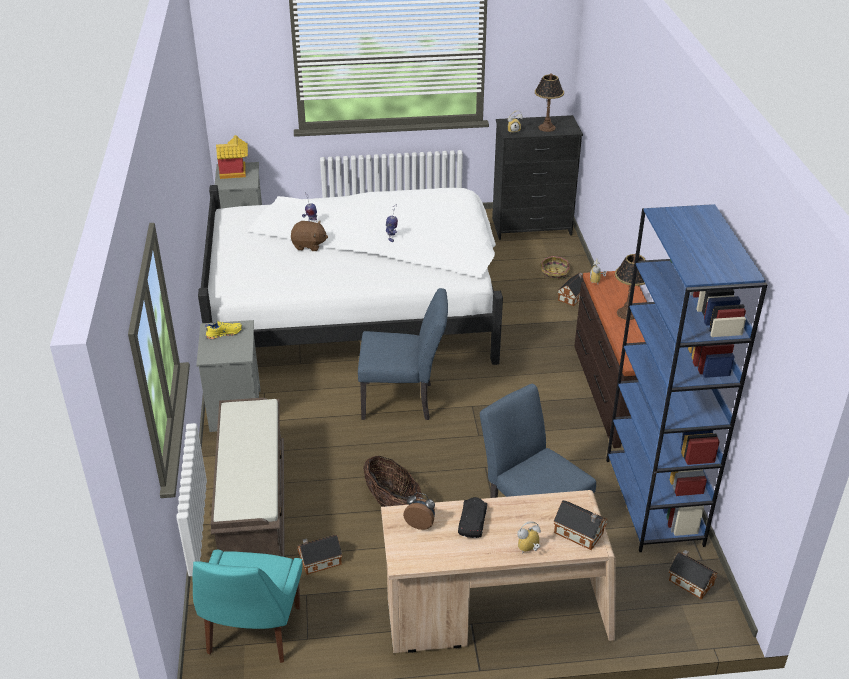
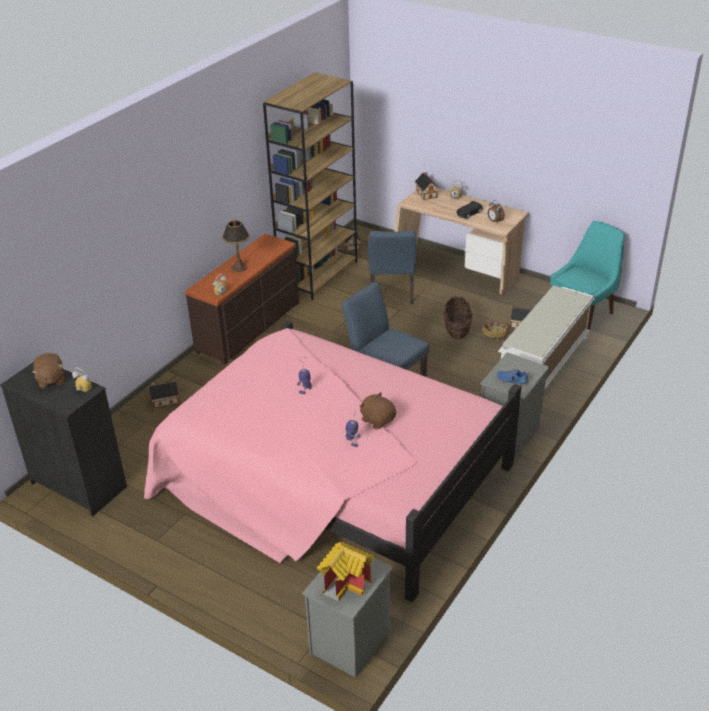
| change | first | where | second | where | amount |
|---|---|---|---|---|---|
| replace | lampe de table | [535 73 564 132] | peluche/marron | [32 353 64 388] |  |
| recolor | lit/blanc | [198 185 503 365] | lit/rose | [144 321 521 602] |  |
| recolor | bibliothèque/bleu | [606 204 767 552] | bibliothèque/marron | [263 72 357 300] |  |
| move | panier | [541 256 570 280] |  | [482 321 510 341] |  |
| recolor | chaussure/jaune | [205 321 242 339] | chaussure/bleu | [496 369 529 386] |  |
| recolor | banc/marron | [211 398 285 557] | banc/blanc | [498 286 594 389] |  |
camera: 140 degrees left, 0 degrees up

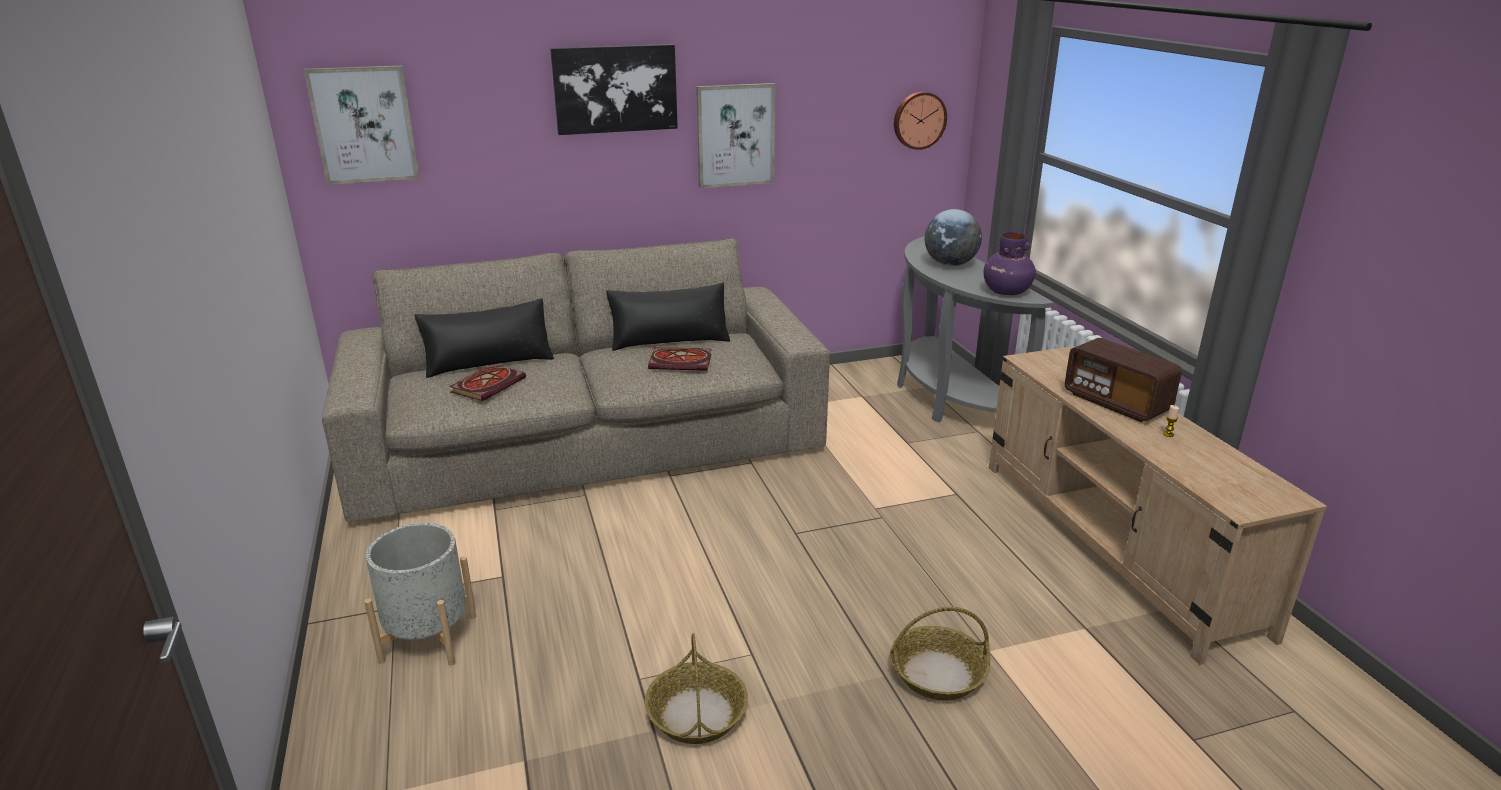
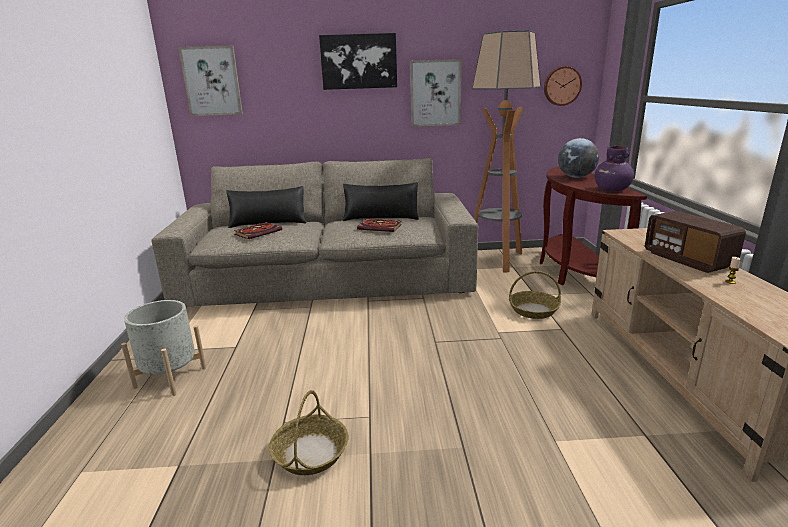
| change | first | where | second | where | amount |
|---|---|---|---|---|---|
| insert |  |  | lampadaire | [472 30 541 273] |  |
| move | panier | [890 607 990 700] |  | [509 271 561 319] |  |
| recolor | table console/gris | [897 236 1054 422] | table console/marron | [540 167 647 285] |  |
camera: 15 degrees right, 5 degrees down

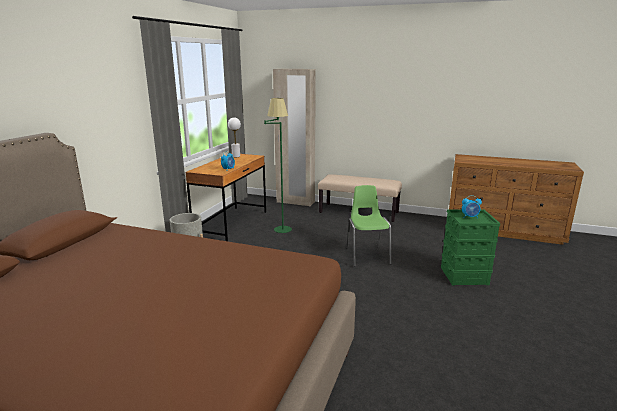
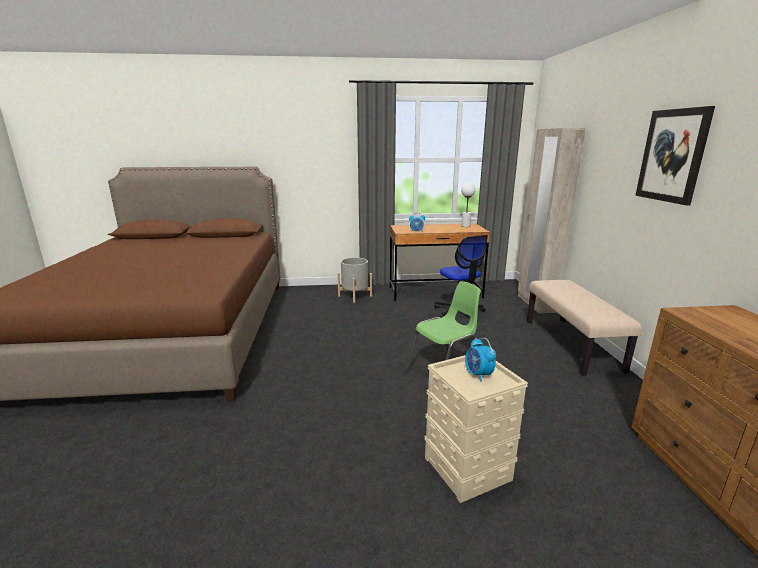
| change | first | where | second | where | amount |
|---|---|---|---|---|---|
| recolor | boîte de rangement/vert | [441 209 501 285] | boîte de rangement/beige | [424 355 528 503] |  |
| replace | lampadaire/vert | [264 98 292 233] | chaise de bureau | [434 235 488 318] |  |
| insert |  |  | tableau | [635 106 715 205] |  |
camera: 65 degrees right, 0 degrees up

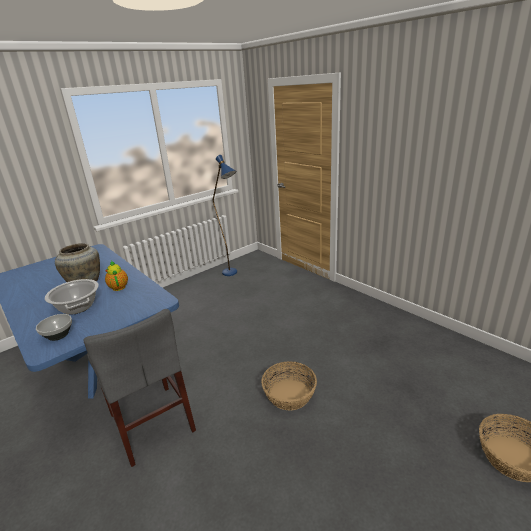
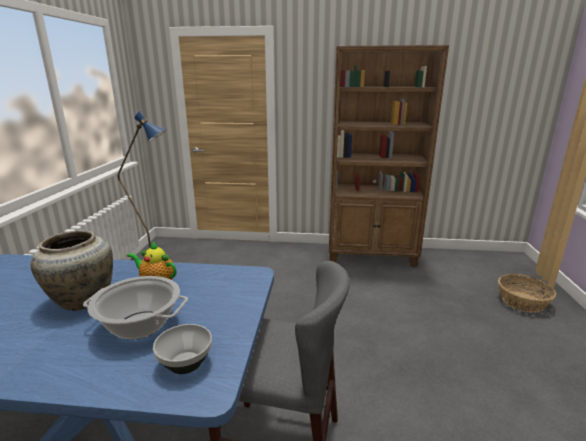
| change | first | where | second | where | amount |
|---|---|---|---|---|---|
| insert |  |  | bibliothèque/marron | [329 45 449 267] |  |
| delete | panier | [261 361 317 411] |  |  |  |
camera: 45 degrees left, 5 degrees down

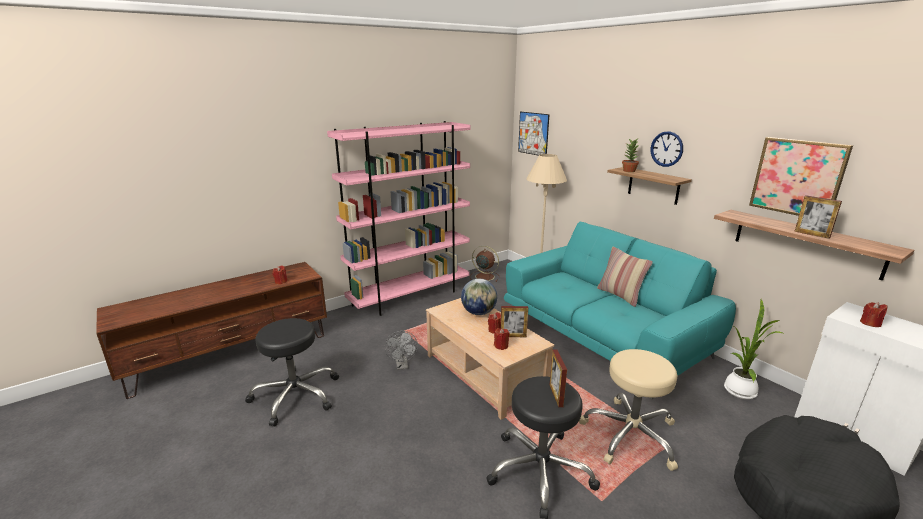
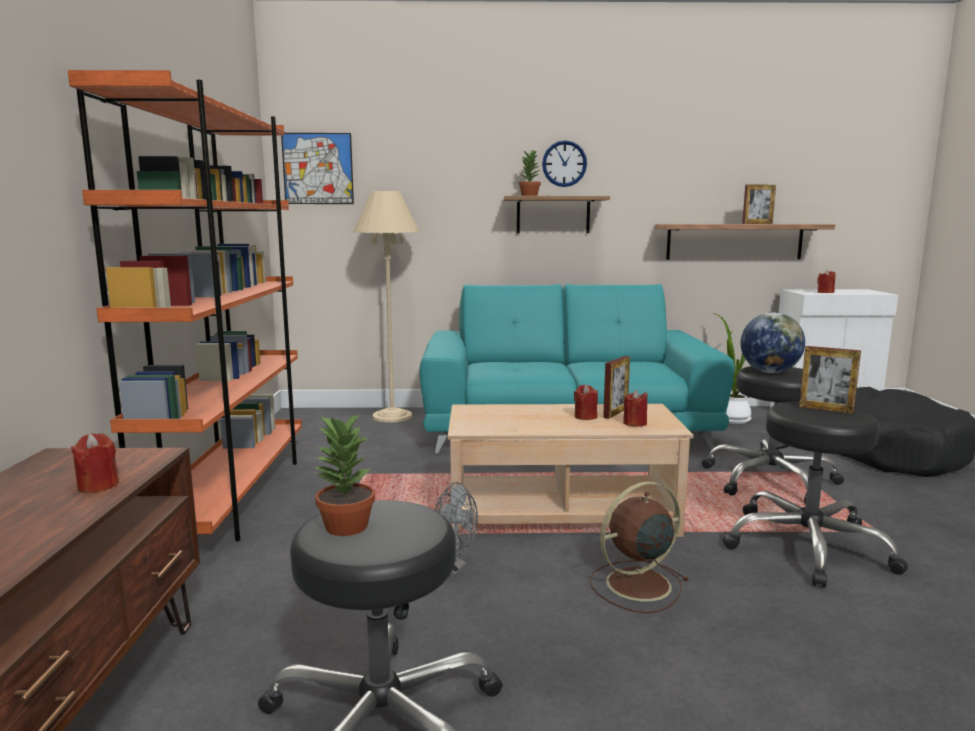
| change | first | where | second | where | amount |
|---|---|---|---|---|---|
| recolor | bibliothèque/rose | [327 121 471 316] | bibliothèque/orange | [68 70 302 541] |  |
| insert |  |  | plante en pot | [314 413 375 536] |  |
| move | ventilateur/marron | [470 246 499 282] |  | [589 481 689 613] |  |
| recolor | tabouret/beige | [579 349 678 471] | tabouret/noir | [702 366 844 504] |  |
| move | globe | [461 279 497 315] |  | [741 312 805 373] |  |
| delete | coussin | [597 246 653 307] |  |  |  |
| delete | tableau | [749 137 853 216] |  |  |  |
camera: 55 degrees left, 10 degrees down

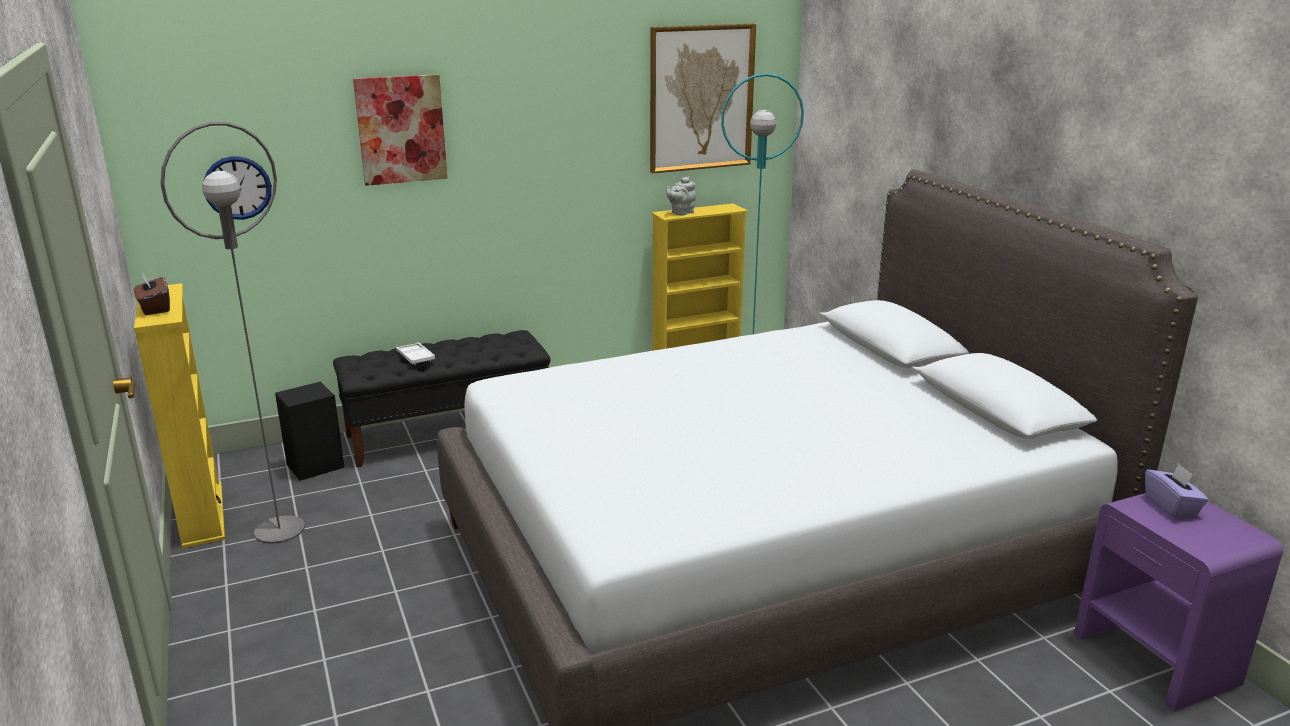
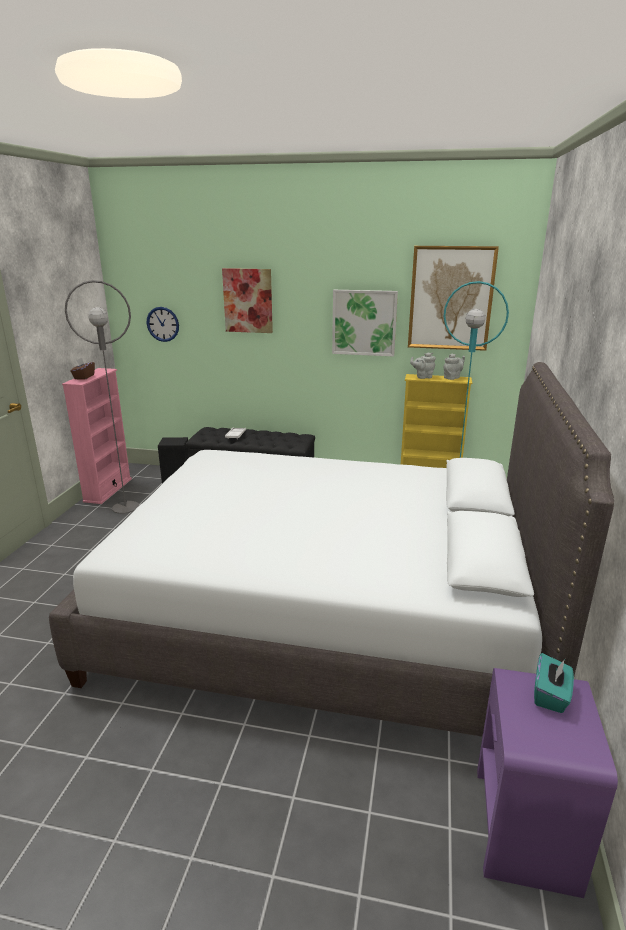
| change | first | where | second | where | amount |
|---|---|---|---|---|---|
| recolor | bibliothèque/jaune | [134 284 225 548] | bibliothèque/rose | [62 368 132 504] |  |
| insert |  |  | tableau | [332 290 398 357] |  |
| insert |  |  | théière/gris | [444 353 465 380] |  |
| recolor | boîte à mouchoirs/violet | [1145 464 1208 518] | boîte à mouchoirs/turquoise | [534 653 574 713] |  |
camera: 35 degrees right, 0 degrees up

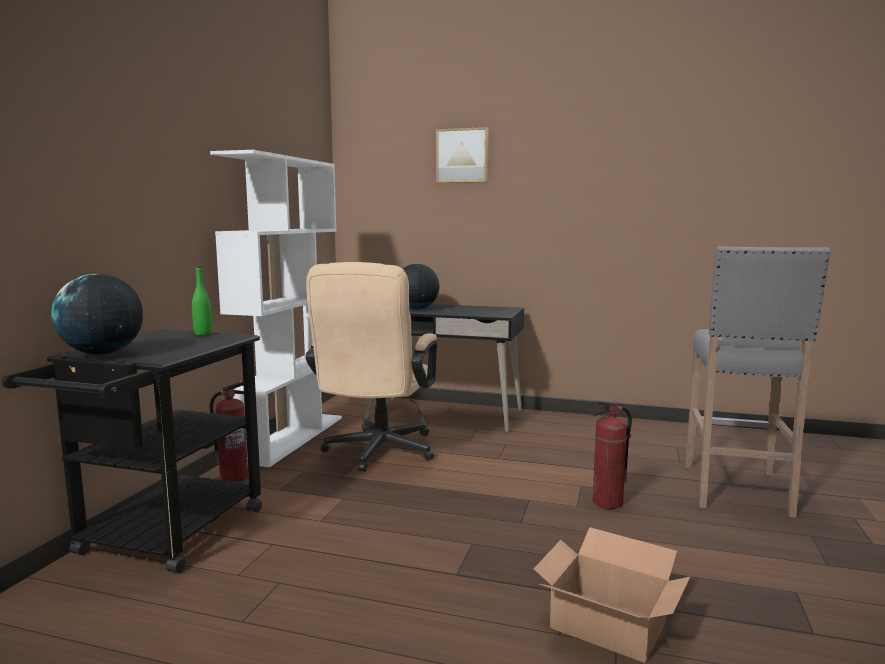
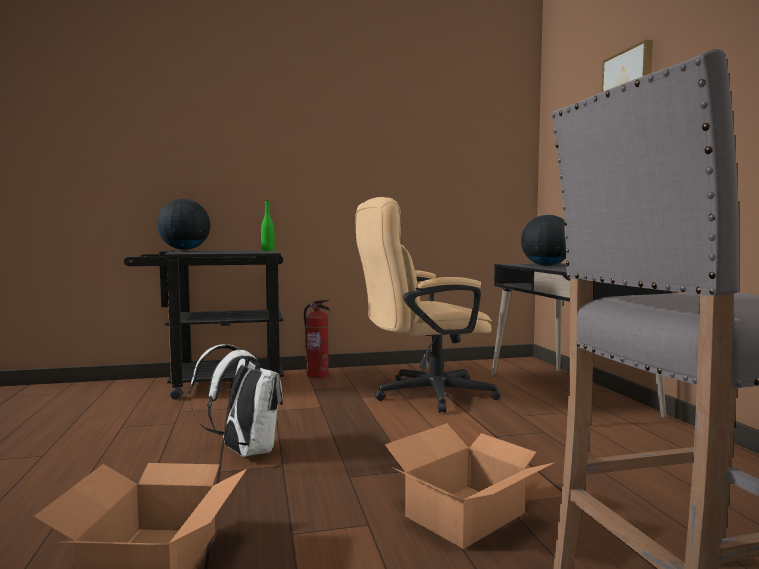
| change | first | where | second | where | amount |
|---|---|---|---|---|---|
| insert |  |  | sac à dos/blanc | [189 344 283 457] |  |
| replace | extincteur | [593 401 632 509] | carton | [385 423 555 549] |  |
| delete | bibliothèque/blanc | [210 150 342 467] |  |  |  |
camera: 60 degrees right, 5 degrees down

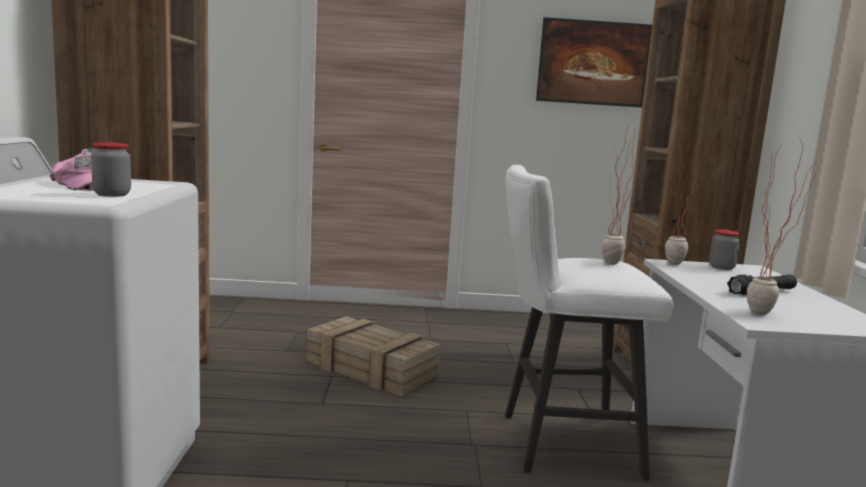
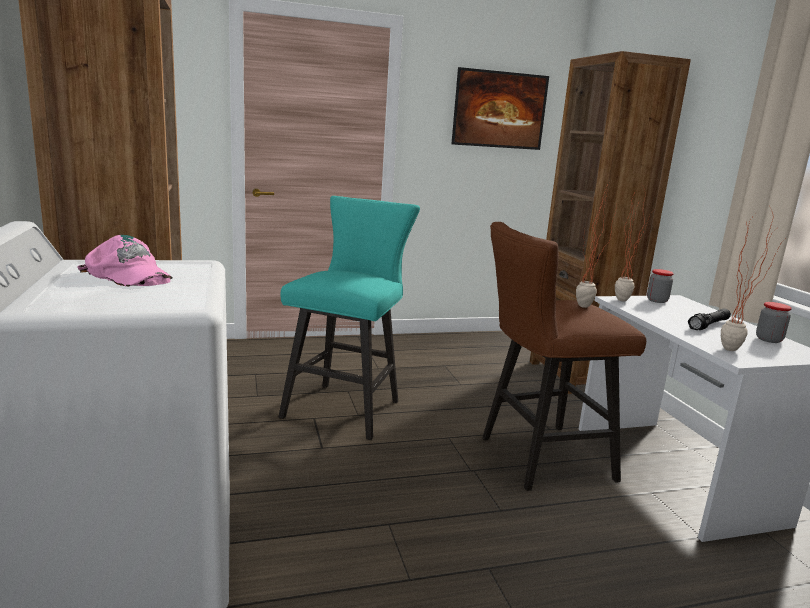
| change | first | where | second | where | amount |
|---|---|---|---|---|---|
| replace | caisse | [306 317 440 396] | tabouret/turquoise | [278 196 420 440] |  |
| recolor | tabouret/blanc | [505 165 674 480] | tabouret/marron | [482 222 646 491] |  |
| move | bocal | [91 142 131 197] |  | [756 302 792 343] |  |
camera: 15 degrees left, 5 degrees up

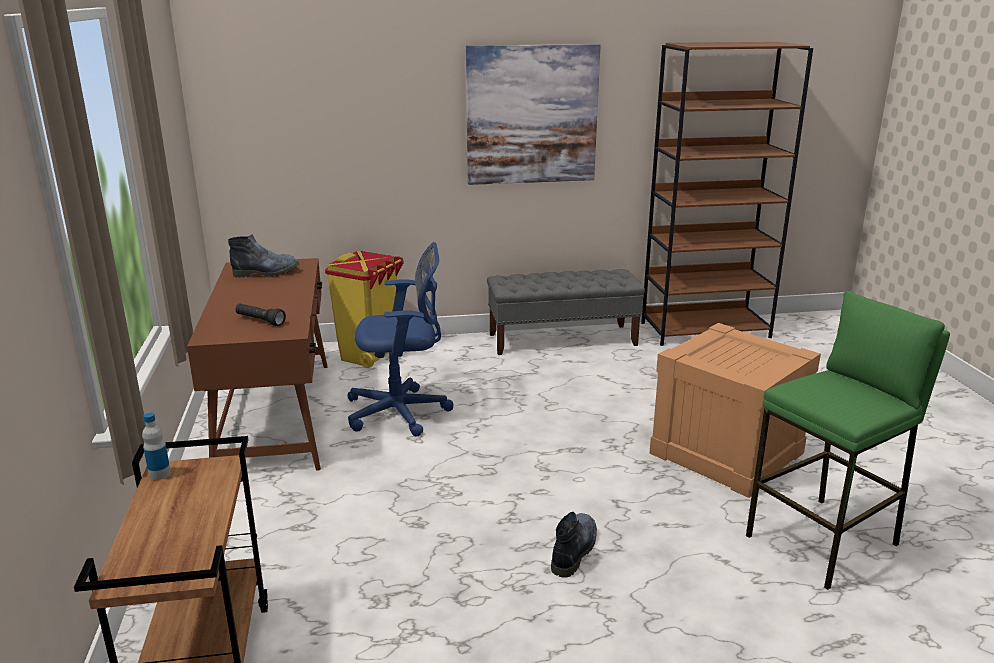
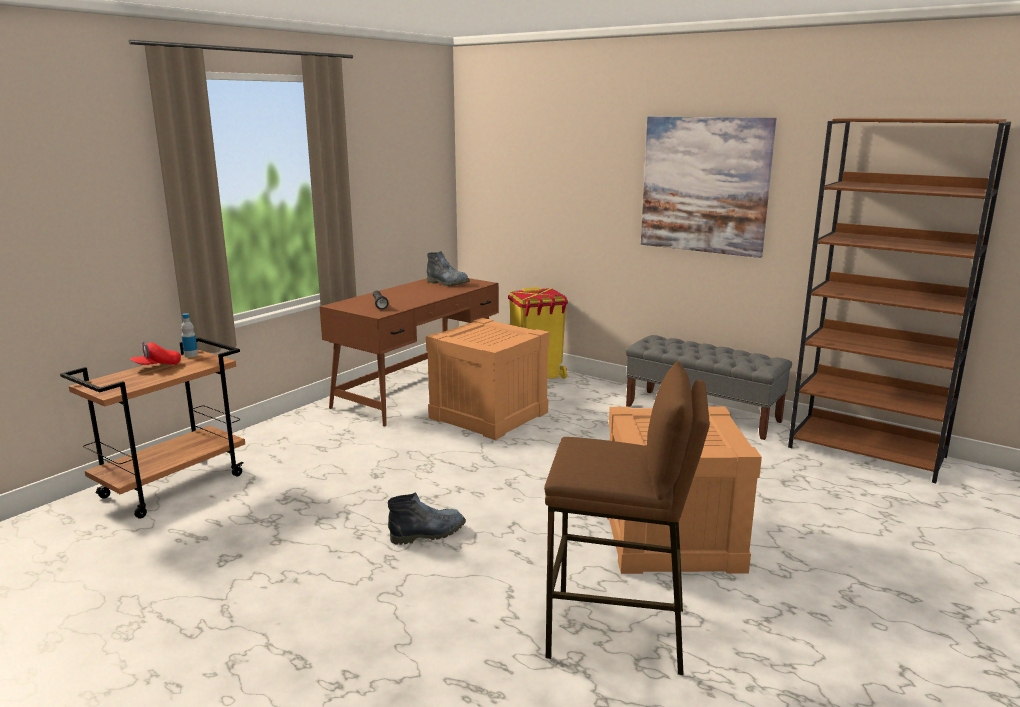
| change | first | where | second | where | amount |
|---|---|---|---|---|---|
| insert |  |  | casquette/rouge | [130 341 181 365] |  |
| replace | chaise de bureau/bleu | [348 242 454 436] | caisse | [426 318 549 440] |  |
| recolor | tabouret/vert | [746 291 950 590] | tabouret/marron | [544 361 710 675] |  |
camera: 45 degrees right, 5 degrees down

